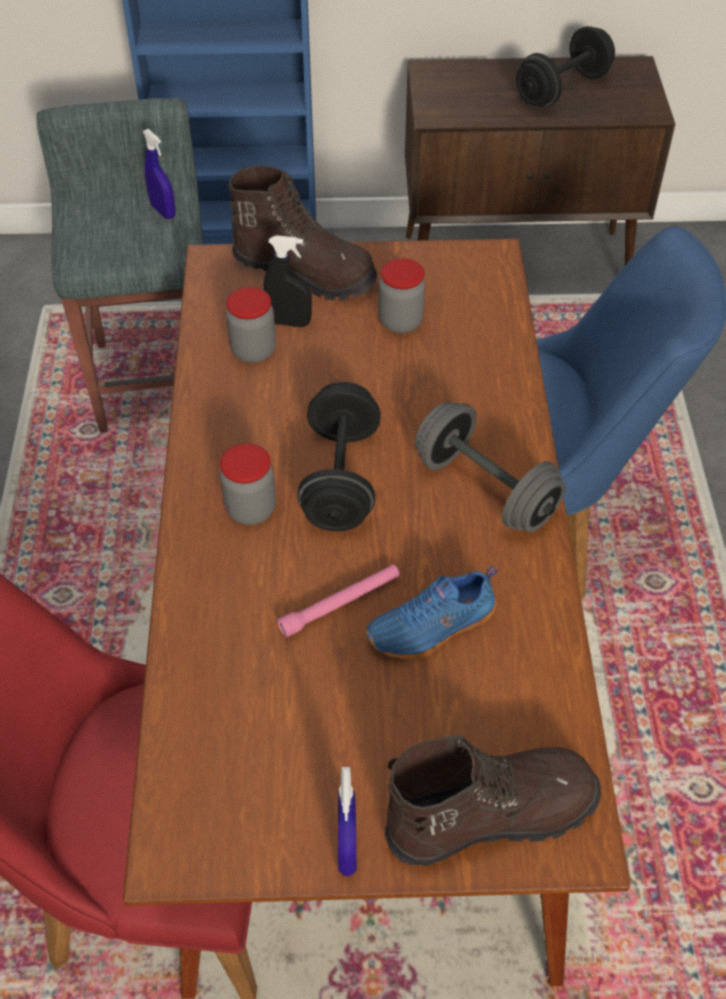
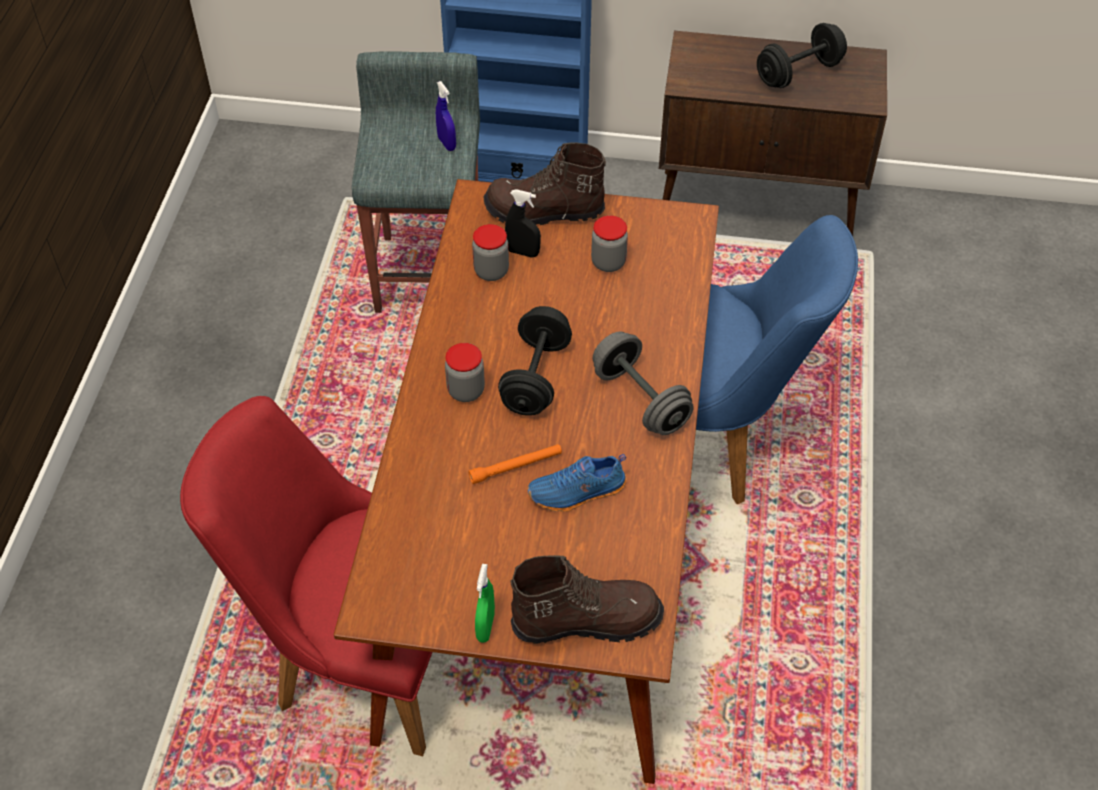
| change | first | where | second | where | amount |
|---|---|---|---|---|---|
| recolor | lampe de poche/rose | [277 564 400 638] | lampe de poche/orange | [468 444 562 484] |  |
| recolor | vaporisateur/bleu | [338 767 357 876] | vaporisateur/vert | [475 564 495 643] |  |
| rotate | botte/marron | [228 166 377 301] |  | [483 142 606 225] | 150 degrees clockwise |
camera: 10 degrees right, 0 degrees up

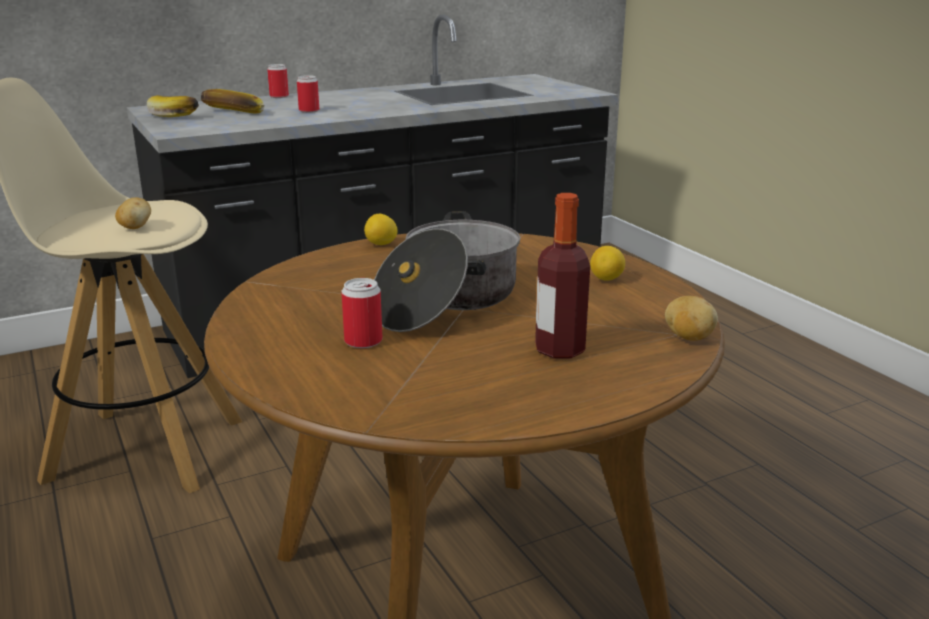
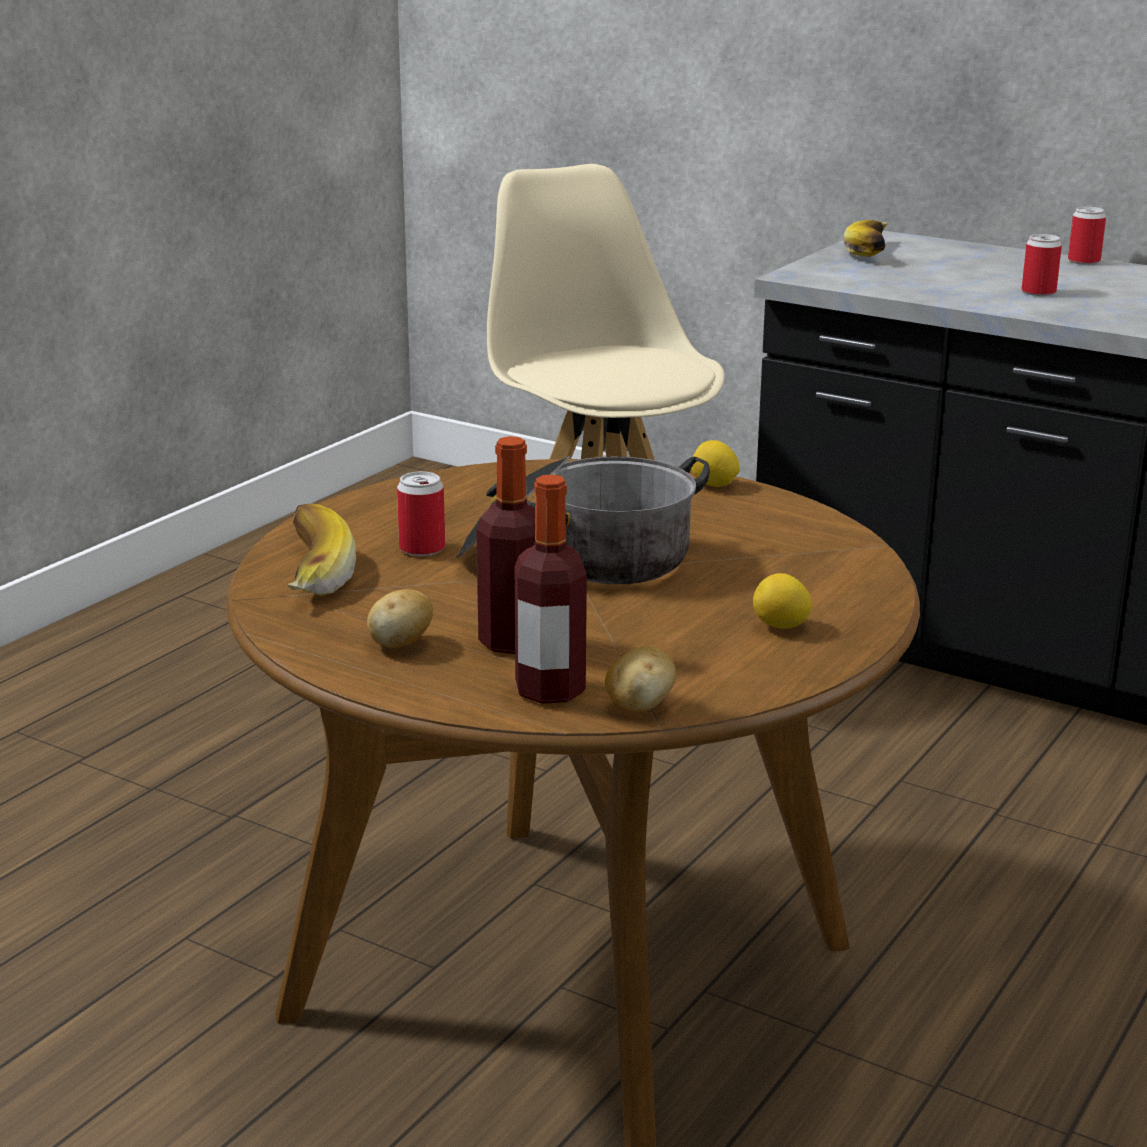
| change | first | where | second | where | amount |
|---|---|---|---|---|---|
| move | banane | [201 89 264 113] |  | [287 504 356 596] |  |
| move | pomme de terre | [115 197 151 229] |  | [367 589 433 648] |  |
| insert |  |  | bouteille | [514 475 587 704] |  |
camera: 60 degrees right, 0 degrees up

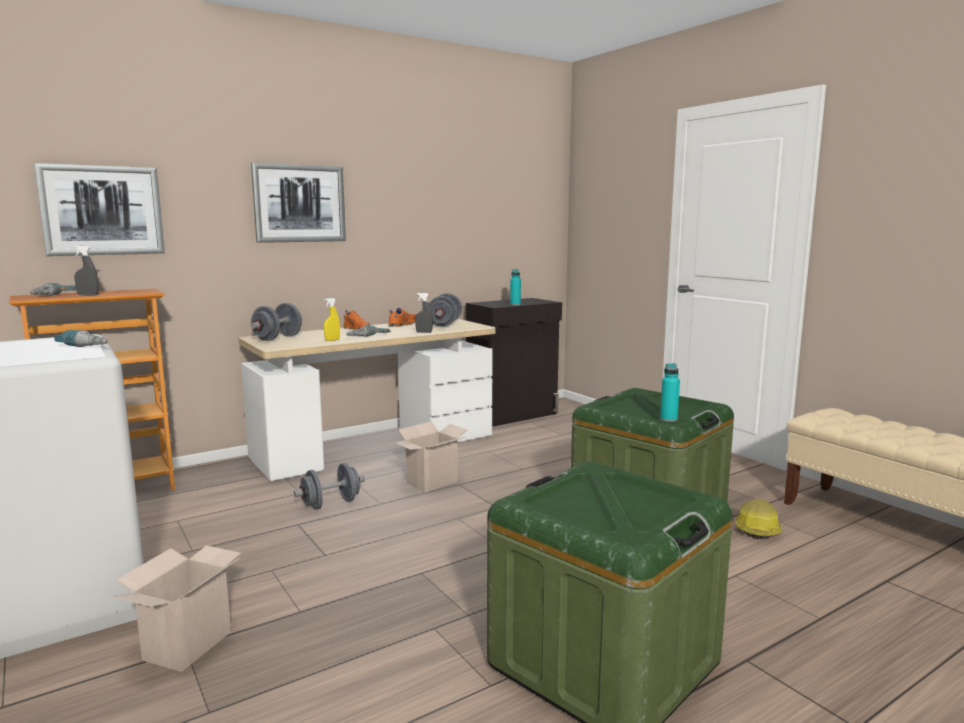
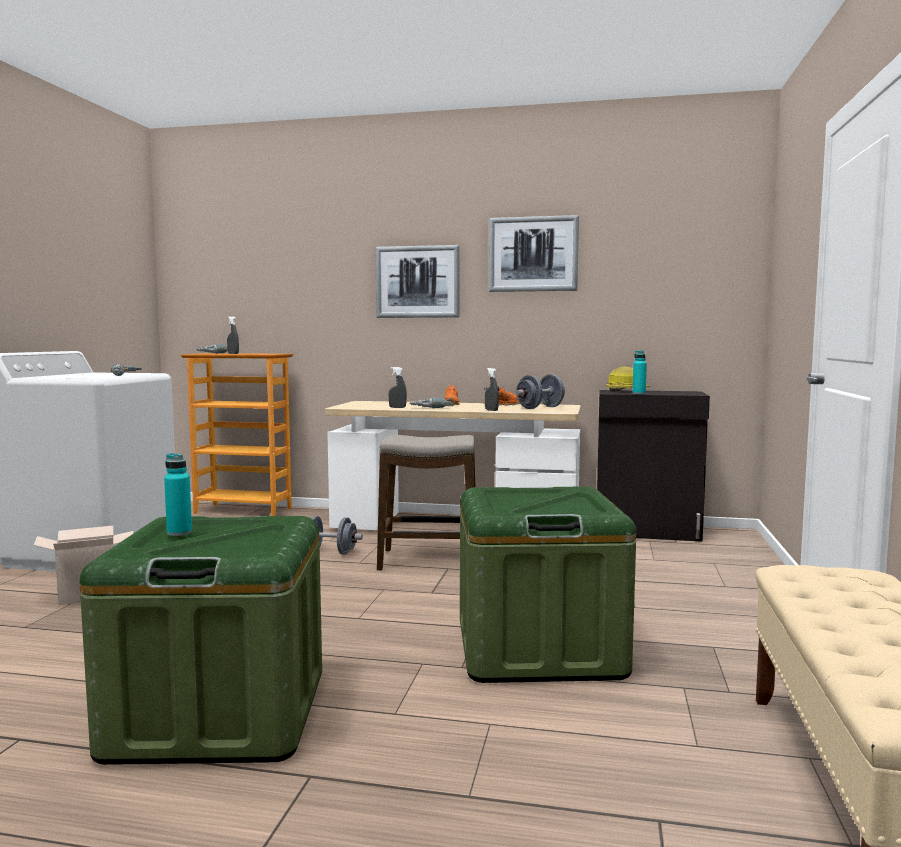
| change | first | where | second | where | amount |
|---|---|---|---|---|---|
| move | bouteille/turquoise | [660 363 680 422] |  | [164 453 192 536] |  |
| replace | carton | [393 421 468 492] | tabouret | [377 435 475 571] |  |
| recolor | vaporisateur/jaune | [324 298 340 341] | vaporisateur/gris | [388 367 407 408] |  |
| move | tableau | [34 163 165 256] |  | [489 215 579 292] |  |
| move | casque de chantier | [735 499 782 539] |  | [606 367 650 392] |  |
| delete | haltère/gris | [251 303 302 341] |  |  |  |
camera: 45 degrees right, 5 degrees down

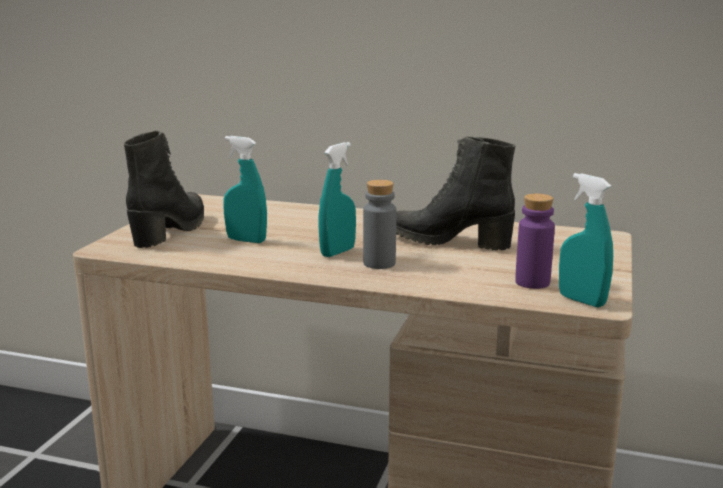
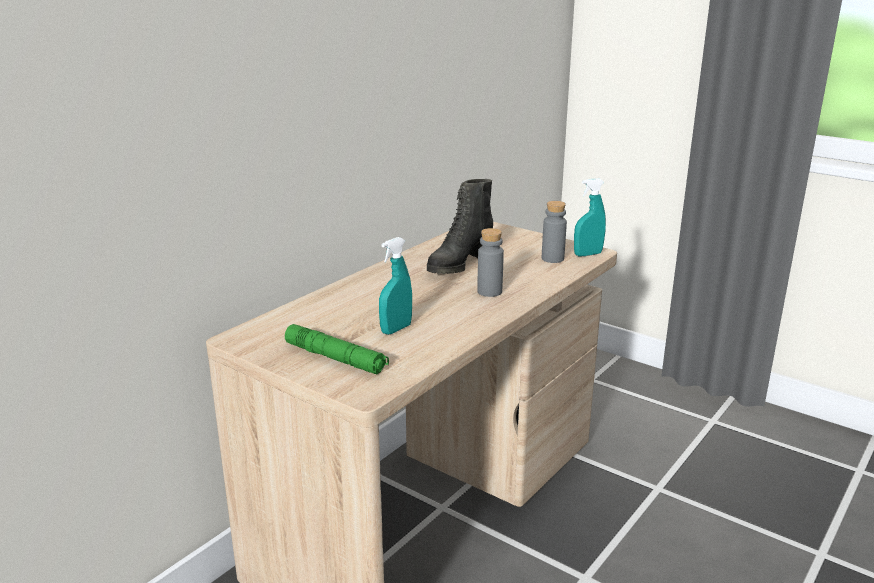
| change | first | where | second | where | amount |
|---|---|---|---|---|---|
| replace | botte/noir | [124 131 204 248] | lampe de poche/vert | [285 324 389 374] |  |
| recolor | bouteille/violet | [515 194 555 289] | bouteille/gris | [542 201 567 263] |  |
| delete | vaporisateur/turquoise | [318 142 356 257] |  |  |  |
camera: 70 degrees left, 5 degrees up

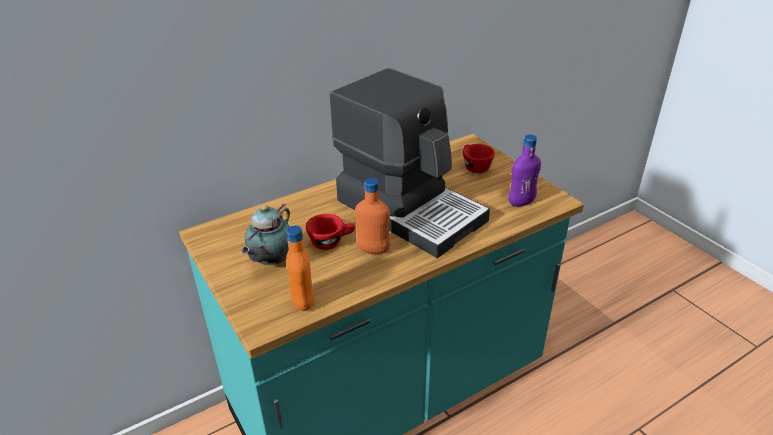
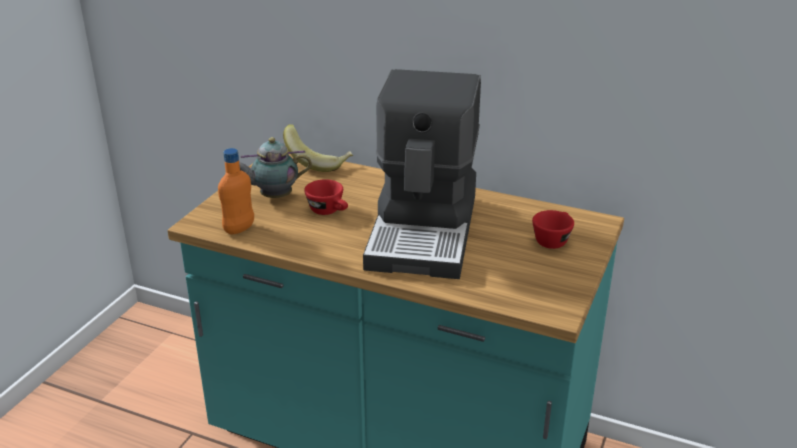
| change | first | where | second | where | amount |
|---|---|---|---|---|---|
| insert |  |  | banane | [283 124 353 172] |  |
| delete | bouteille/orange | [355 178 390 254] |  |  |  |
| delete | bouteille/violet | [508 134 541 207] |  |  |  |
camera: 55 degrees right, 5 degrees down

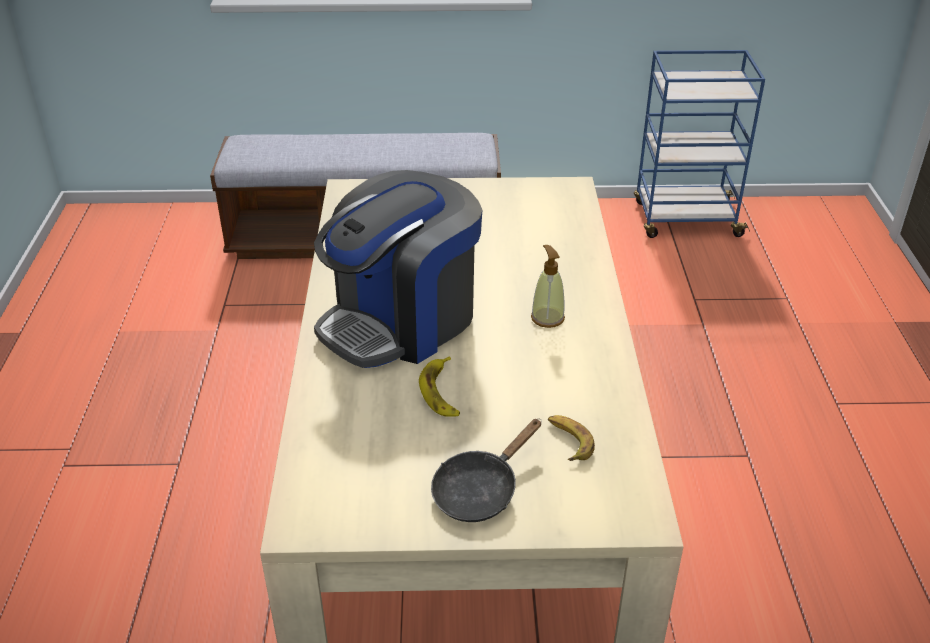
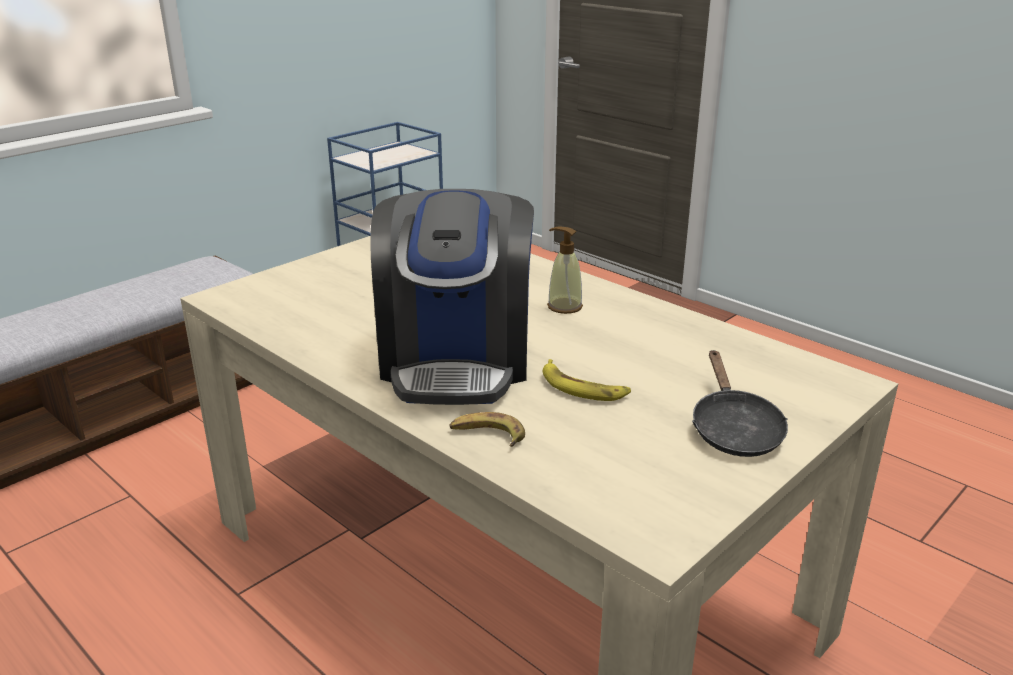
| change | first | where | second | where | amount |
|---|---|---|---|---|---|
| move | banane | [548 415 595 461] |  | [450 412 525 447] |  |
camera: 45 degrees left, 10 degrees down

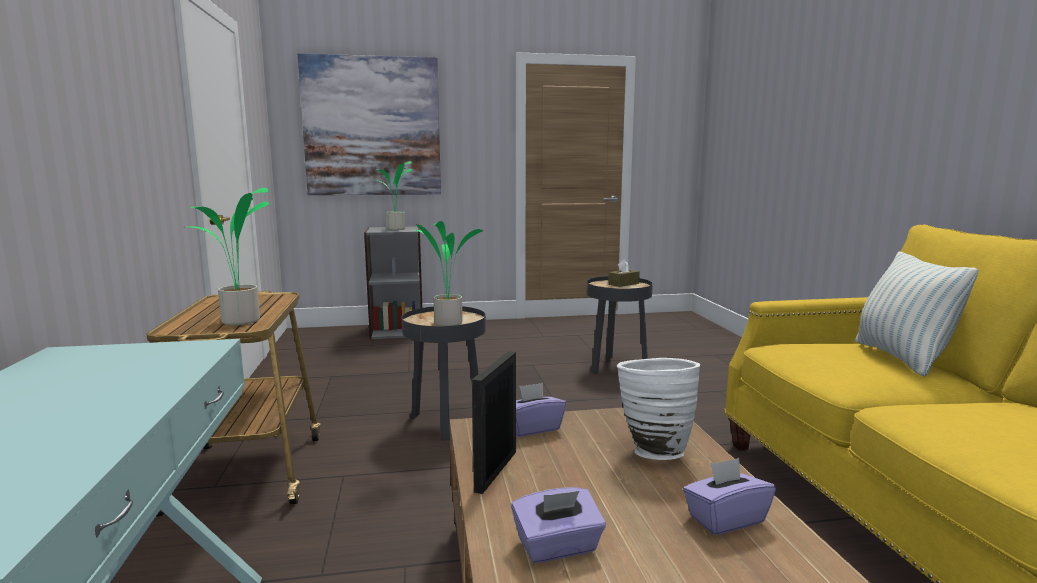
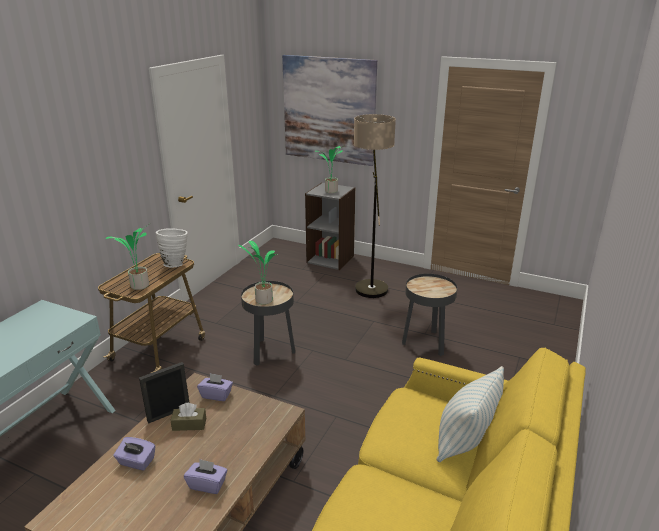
| change | first | where | second | where | amount |
|---|---|---|---|---|---|
| move | vase/blanc | [617 358 700 460] |  | [156 228 188 267] |  |
| move | boîte à mouchoirs/marron | [608 260 640 287] |  | [170 403 206 431] |  |
| insert |  |  | lampadaire | [354 114 396 298] |  |
camera: 35 degrees right, 15 degrees up

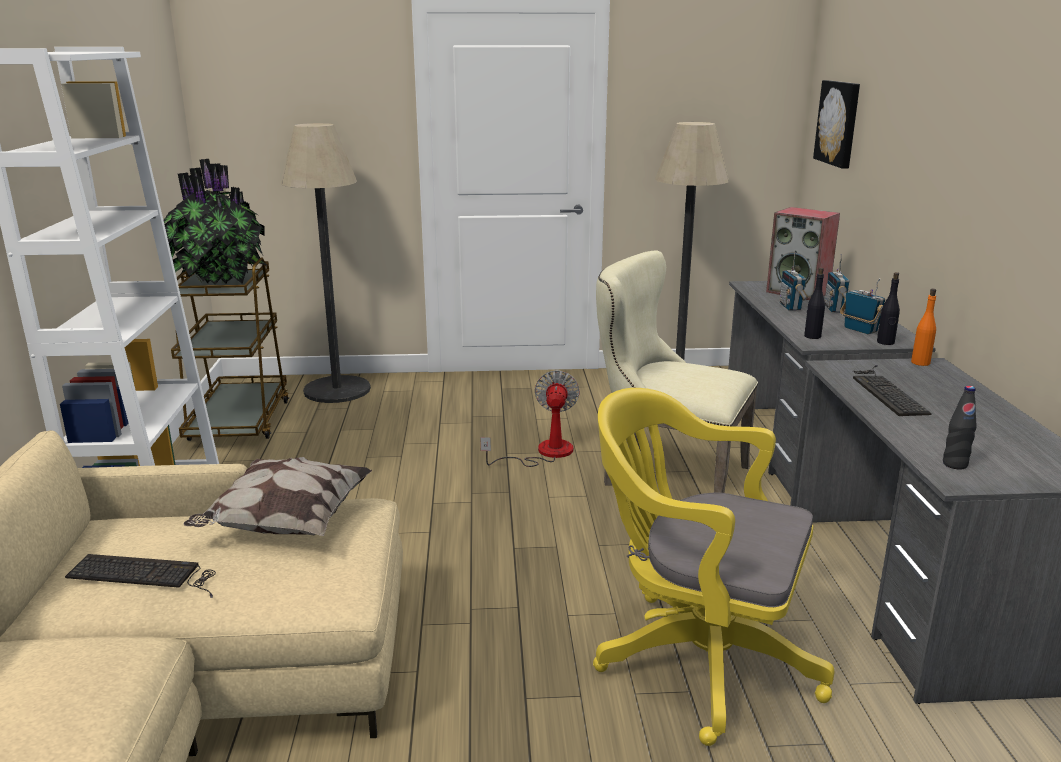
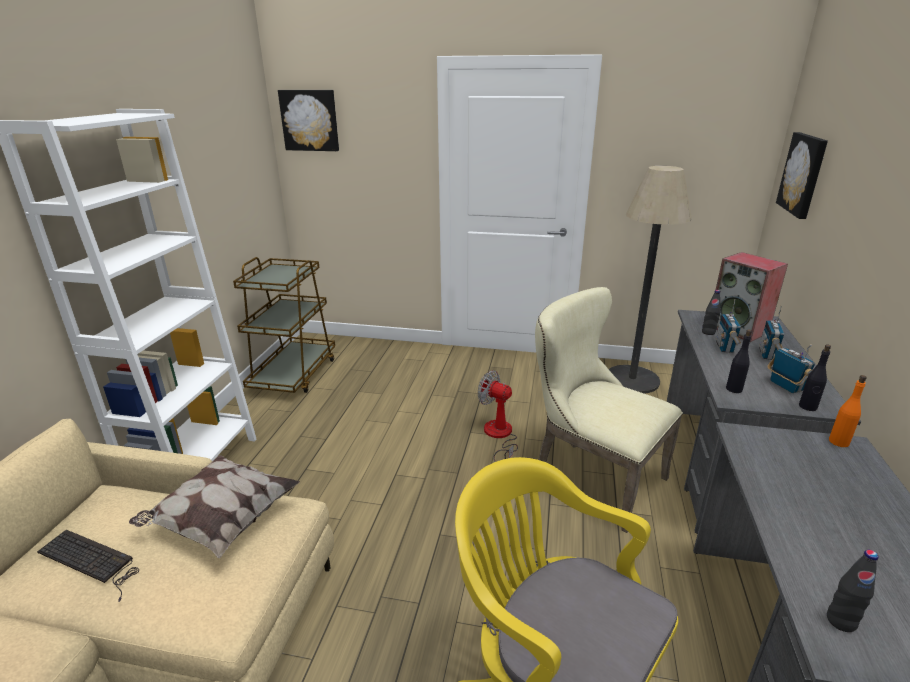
| change | first | where | second | where | amount |
|---|---|---|---|---|---|
| insert |  |  | tableau | [278 90 339 151] |  |
| rotate | ventilateur | [481 370 580 467] |  | [478 370 518 462] | 75 degrees counterclockwise |
| insert |  |  | bouteille/noir | [702 290 720 335] |  |
| delete | plante en pot | [164 159 266 284] |  |  |  |
| delete | lampadaire | [281 123 371 403] |  |  |  |
| delete | clavier | [853 365 931 416] |  |  |  |
camera: 15 degrees right, 5 degrees up

